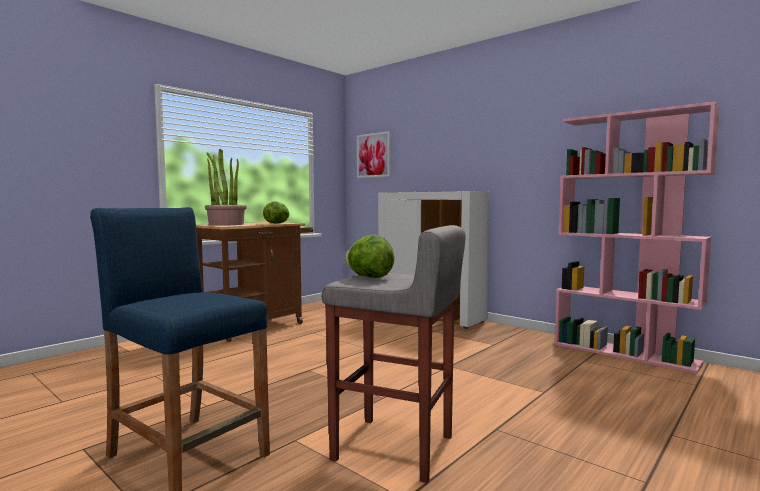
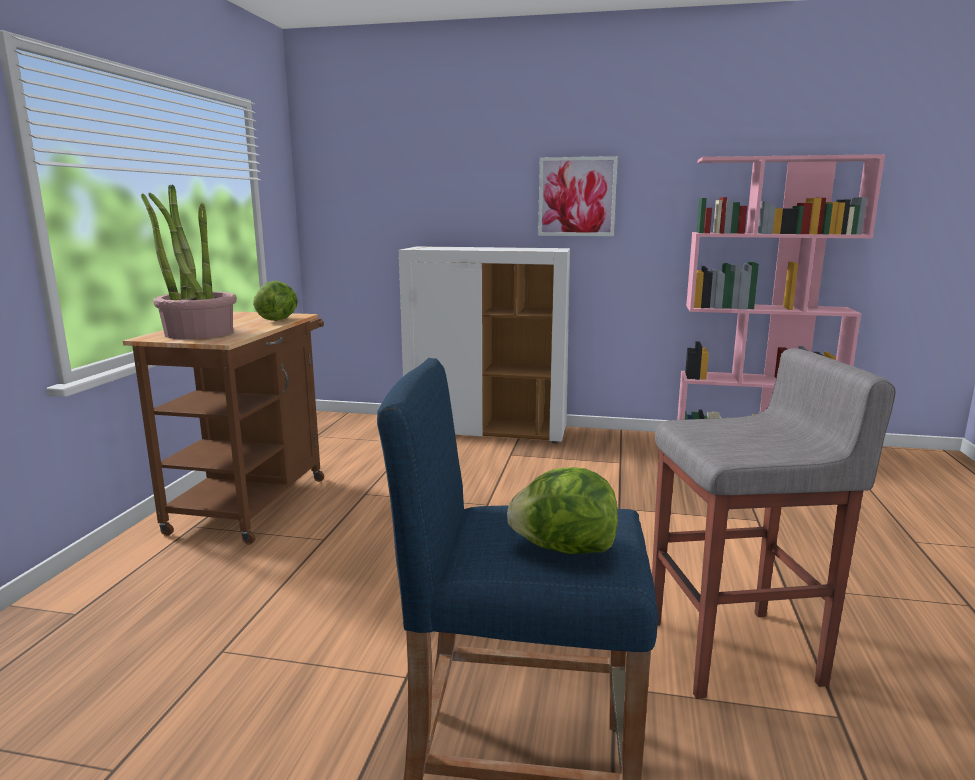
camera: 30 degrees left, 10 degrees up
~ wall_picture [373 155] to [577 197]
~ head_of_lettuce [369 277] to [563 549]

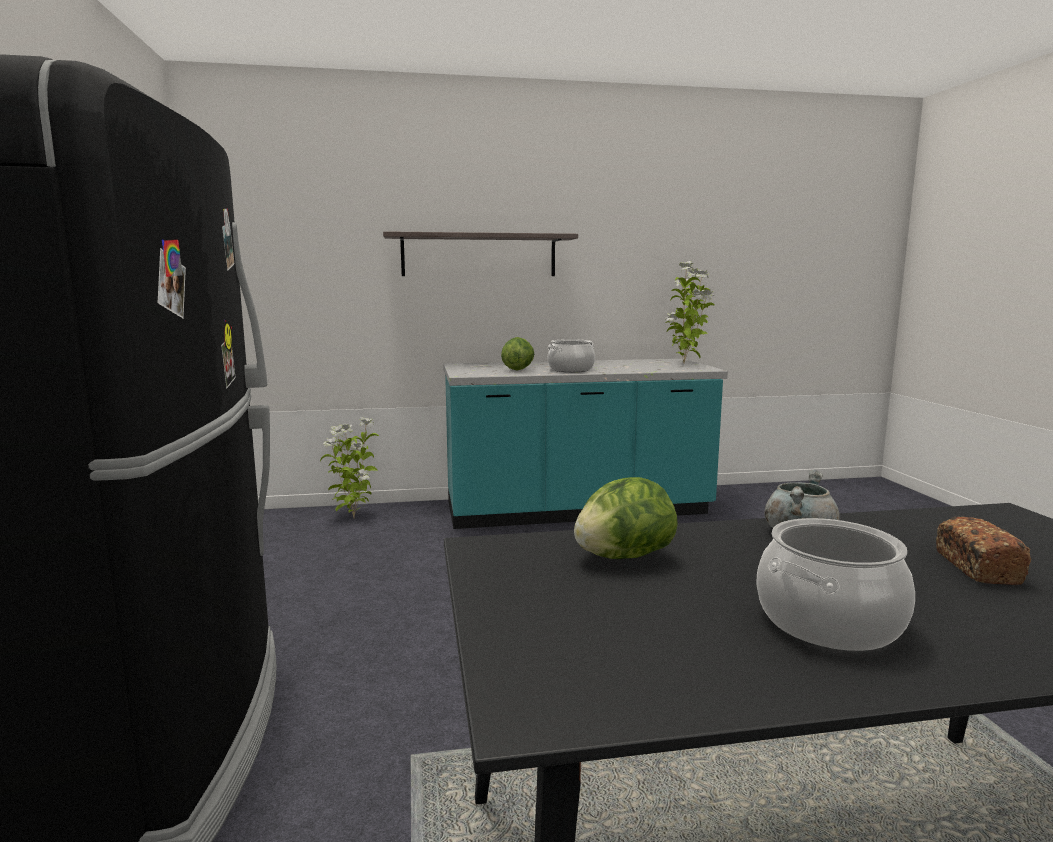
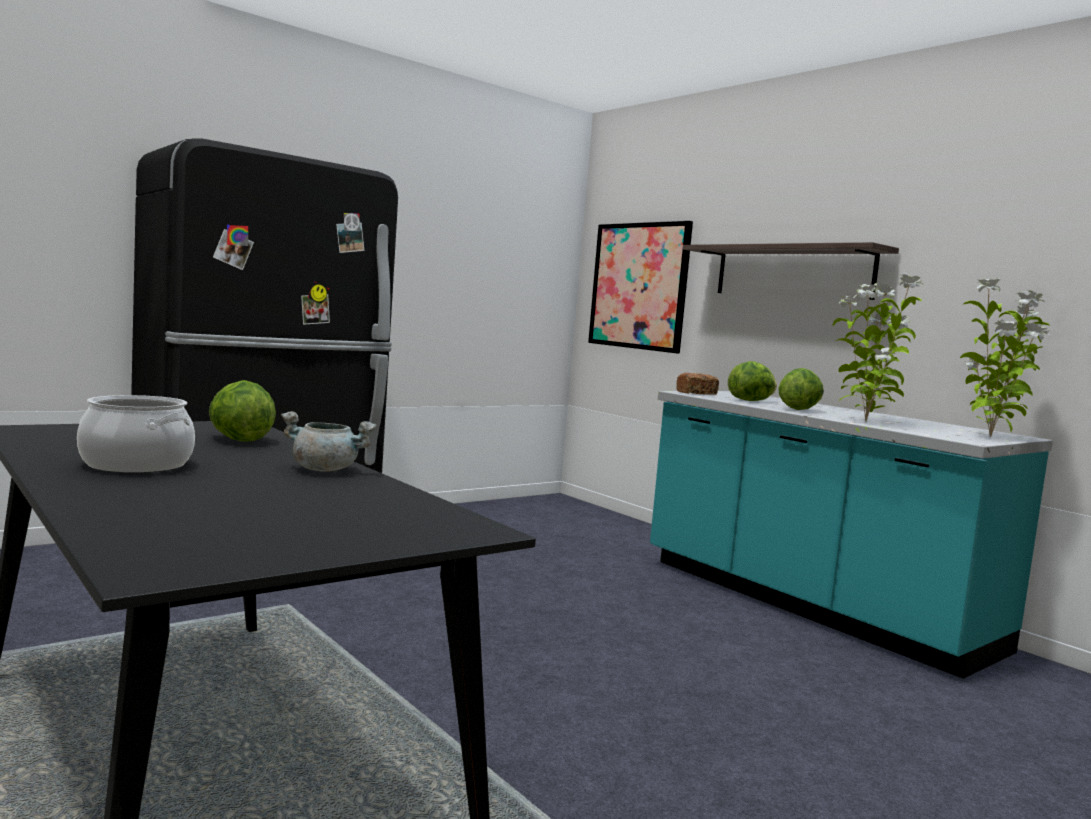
camera: 60 degrees right, 5 degrees down
~ stockpot [571 370] to head_of_lettuce [799 410]
~ plant_in_a_pot [353 518] to [866 421]
~ bakery_bread [977 567] to [696 393]
+ wall_picture [639 286]

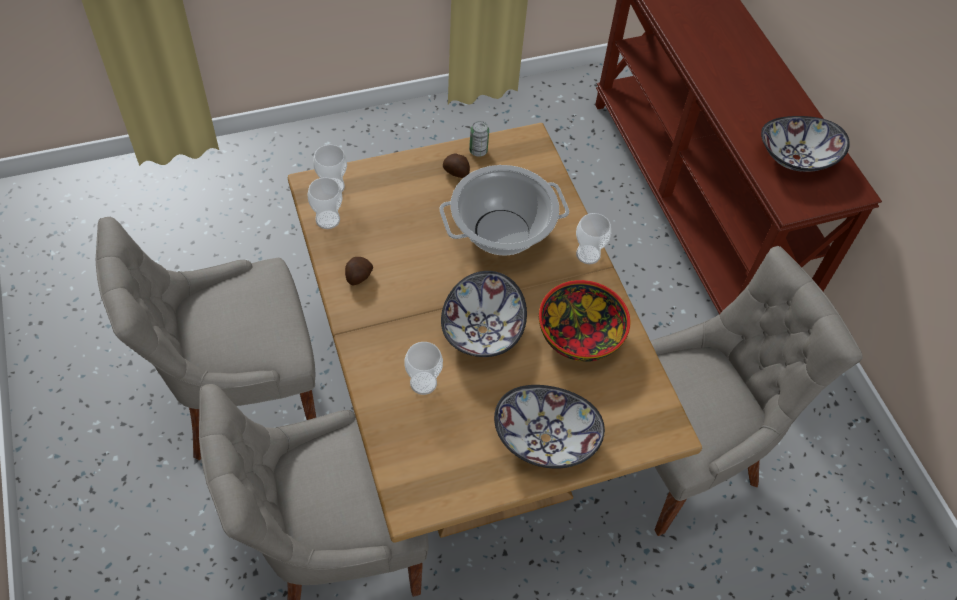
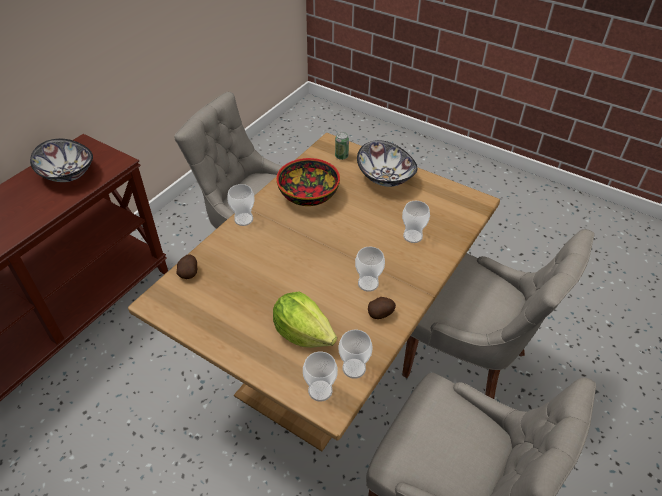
camera: 125 degrees left, 10 degrees down
~ sealed_can [478 151] to [341 156]
~ potato [457 172] to [189 272]
- stockpot [501 233]
- serving_bowl [481 330]
+ small_cup [368 283]
+ head_of_lettuce [303 333]

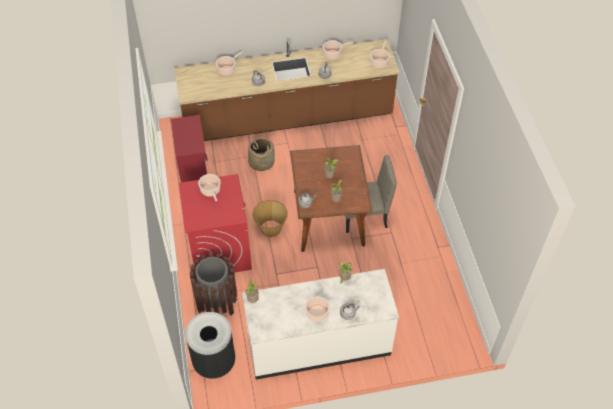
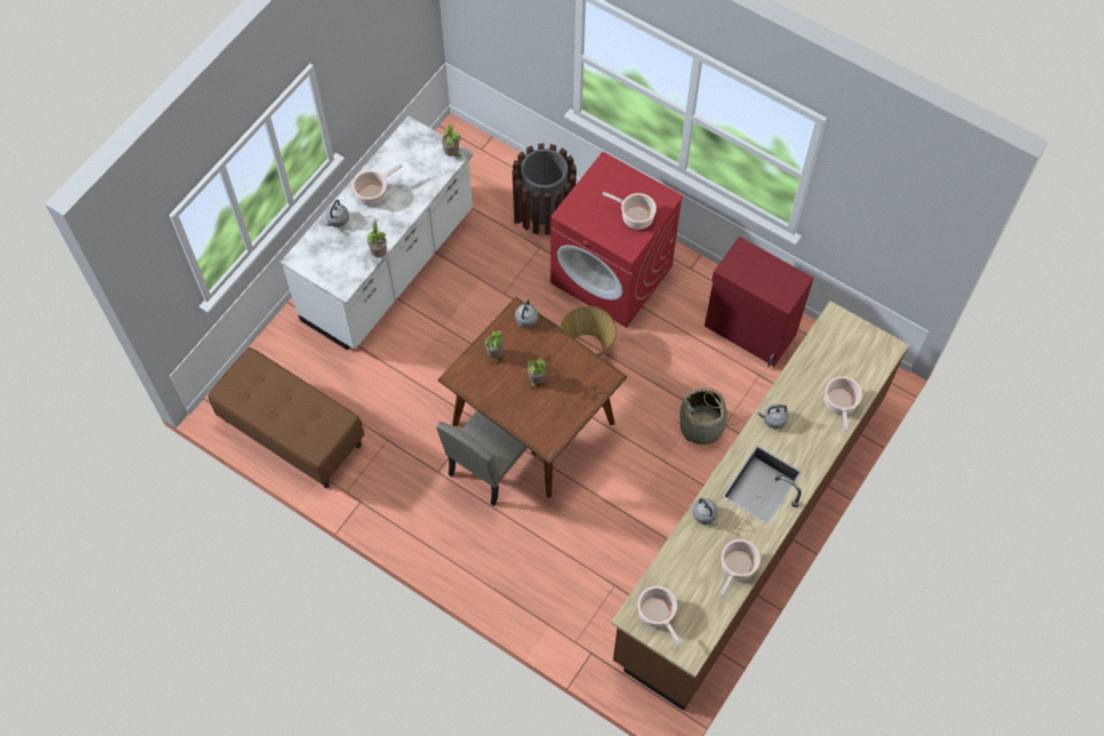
camera: 135 degrees right, 10 degrees up
- blackish_trash_can [214 362]
+ brown_indoor_bench [292 433]

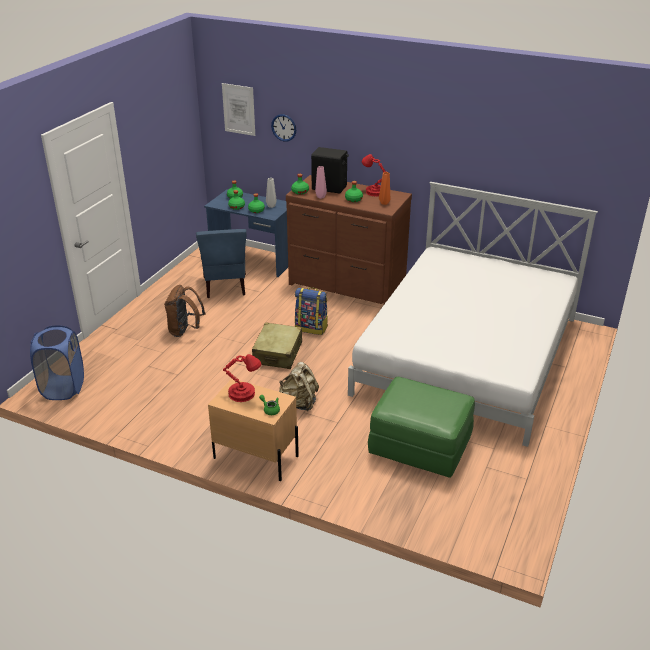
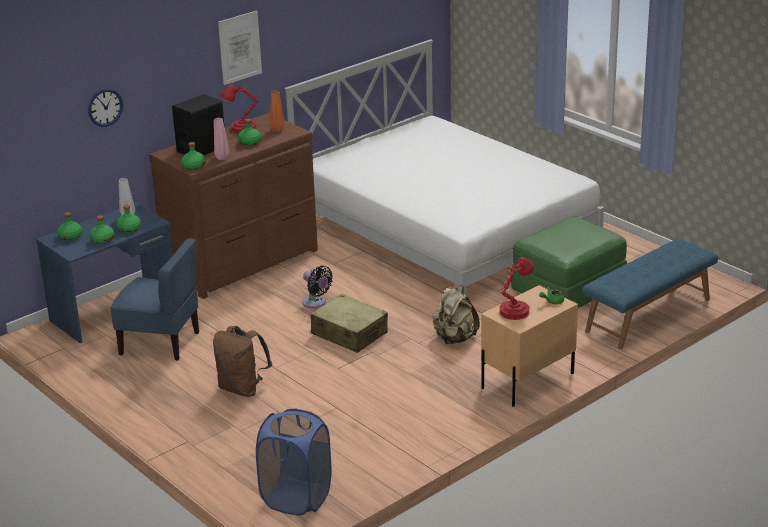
camera: 65 degrees left, 5 degrees down
~ wall_picture [239 109] to [240 47]
~ backpack [311 328] to blackish_electric_fan [315 303]
+ bluish_indoor_bench [649 315]

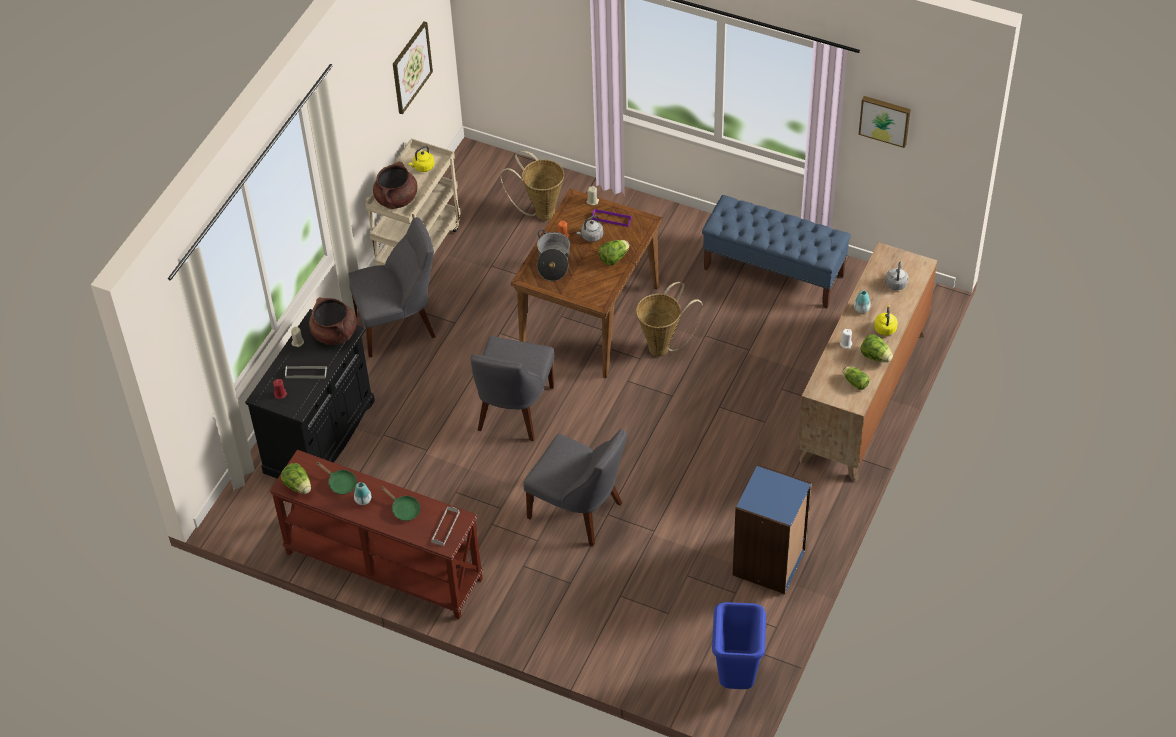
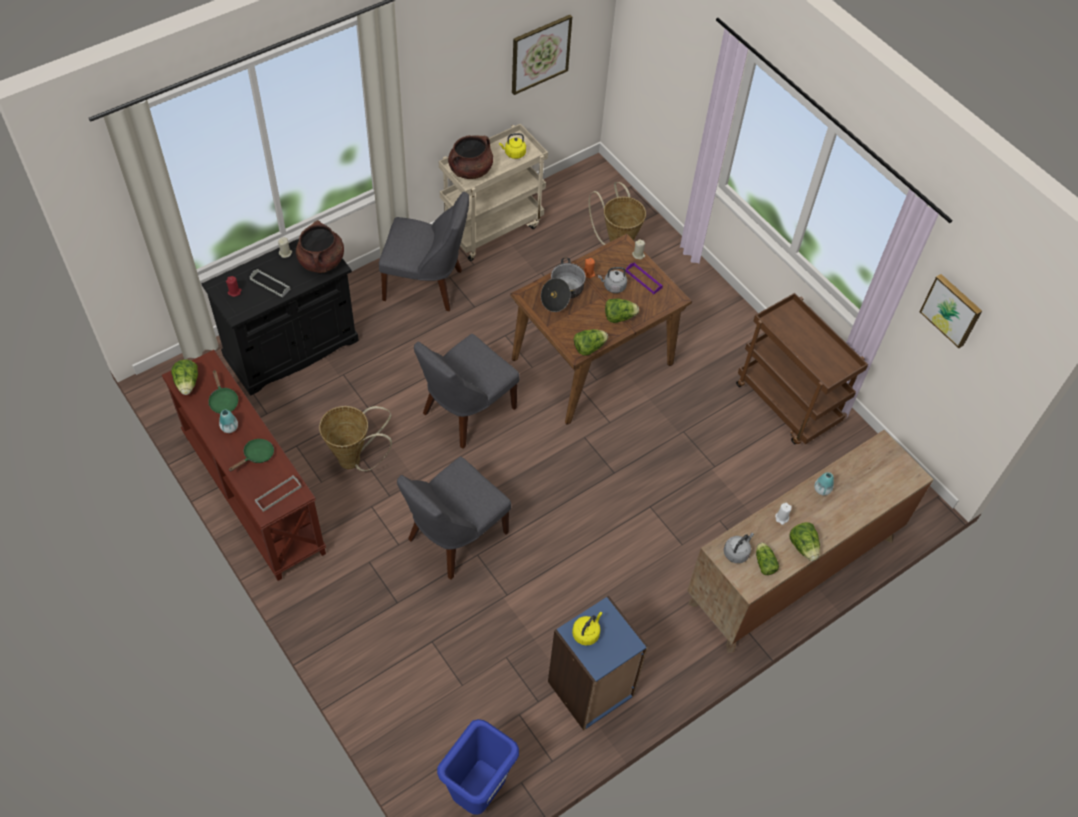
camera: 25 degrees right, 5 degrees up
~ bluish_indoor_bench [774 272] to brown_cart [788 404]
~ grey_water_kettle [896 283] to [737 552]
~ basket [663 347] to [355 460]
~ yellow_water_kettle [885 328] to [586 633]
~ grey_plain_chair [579 512] = [454 538] 75 degrees clockwise
~ greenish_pan [403 509] = [256 456] 120 degrees counterclockwise
+ head_of_lettuce [589 347]

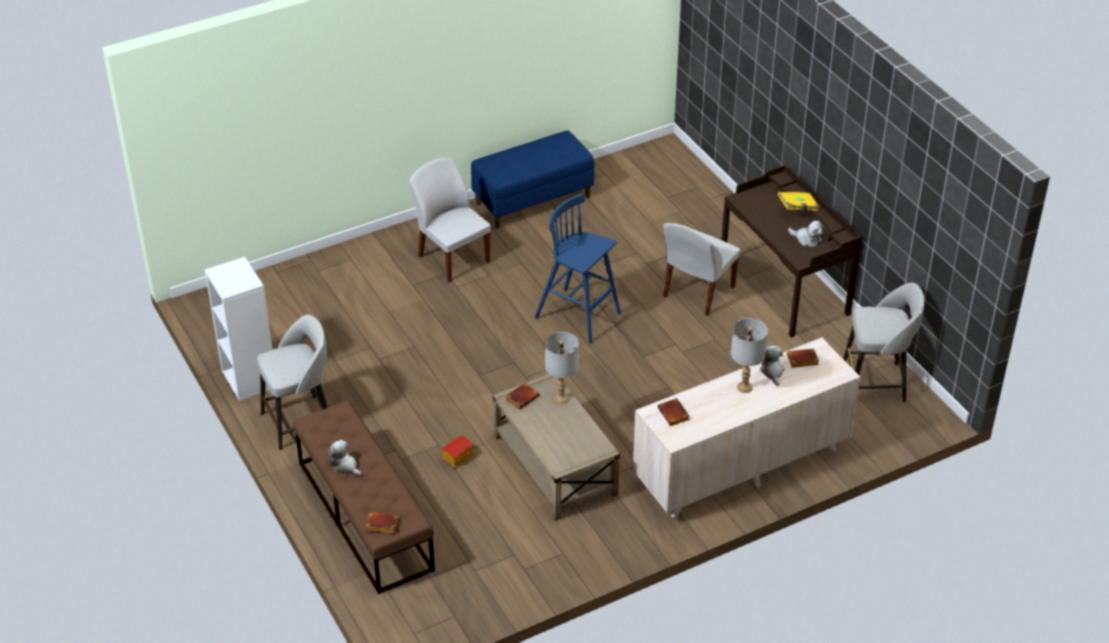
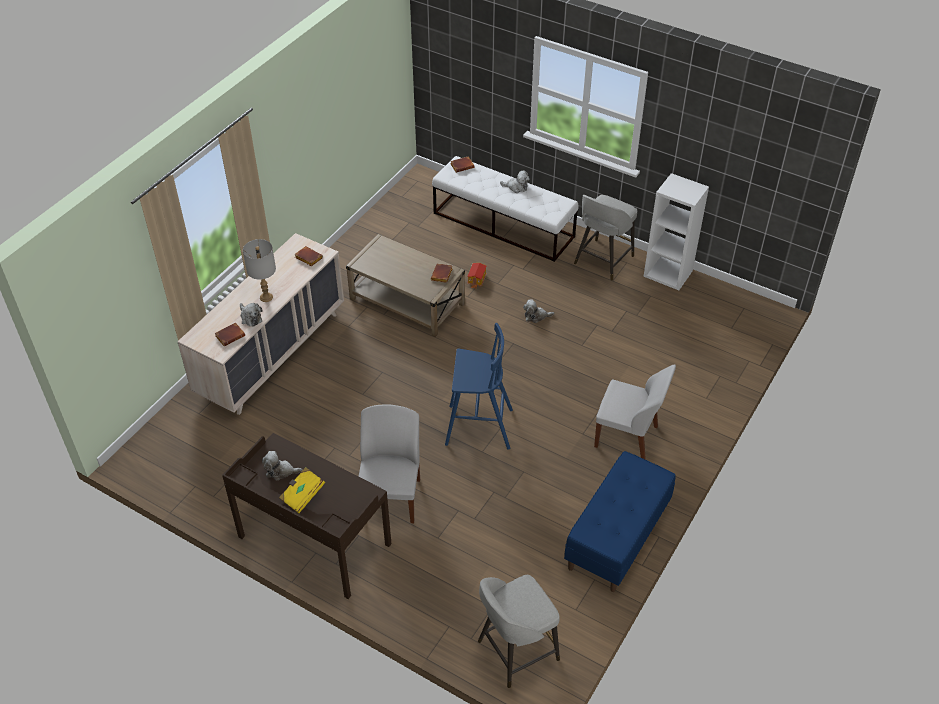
camera: 150 degrees right, 5 degrees up
~ grey_sitting_stool [876 383] to [515 651]
- grey_lamp_for_a_table [561 398]
~ brown_indoor_bench [364 515] to whitish_indoor_bench [504 225]
+ cuddly_toy [536 316]

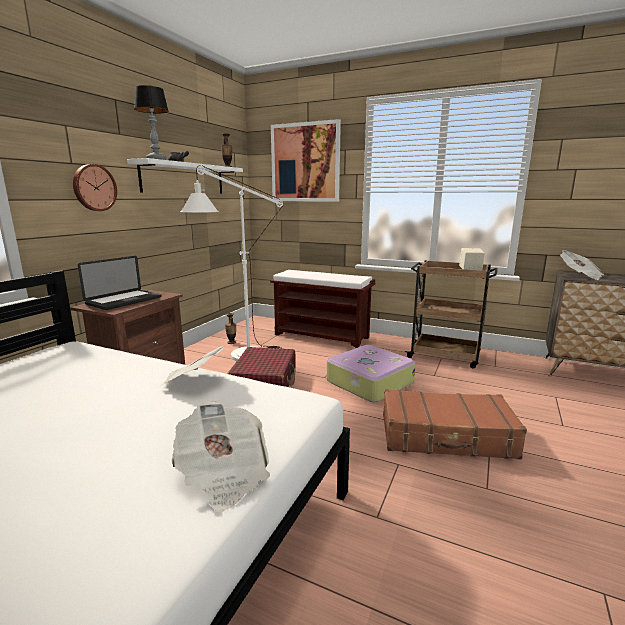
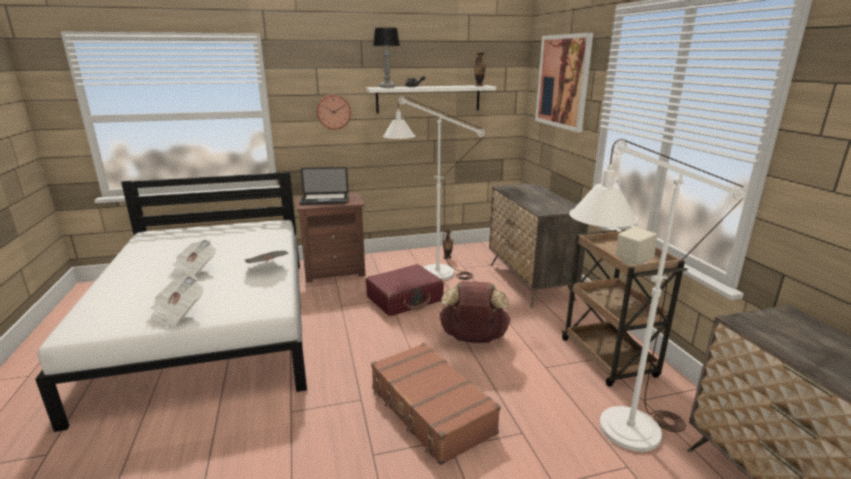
camera: 50 degrees right, 5 degrees up
~ daily_paper [580 276] to [193 271]
~ brown_indoor_bench [322 336] to dresser [529 282]
~ piece_of_luggage [368 382] to brown_backpack [473 339]
+ whitish_floor_lamp [614 432]

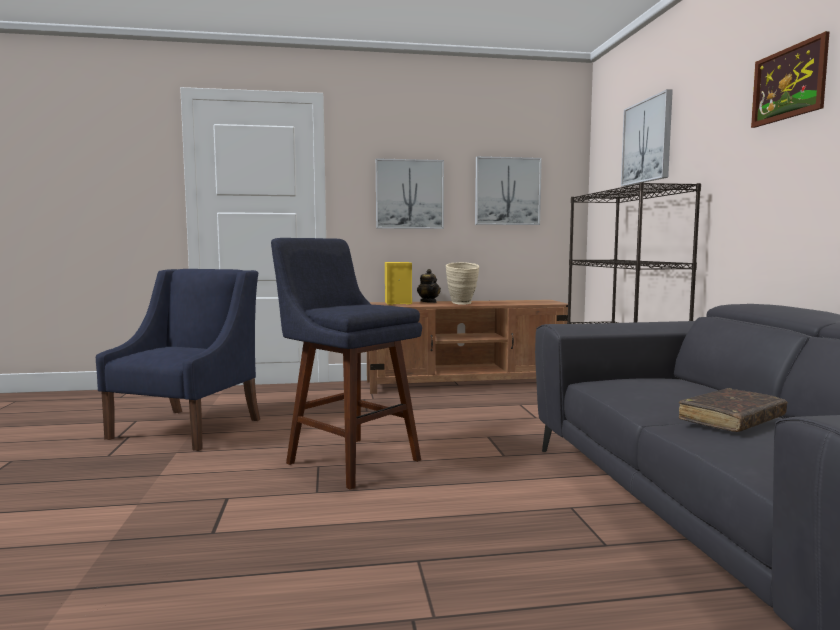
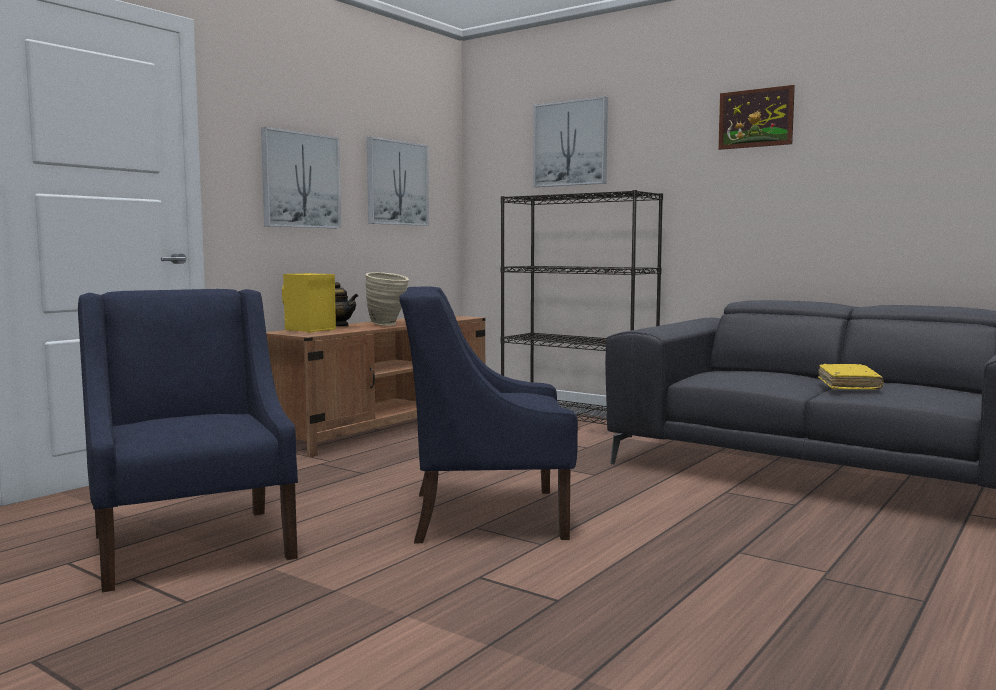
camera: 45 degrees left, 0 degrees up
~ bluish_sitting_stool [348 459] to bluish_lounge_chair [485 514]
~ brown_volume [731 420] to yellow_volume [848 385]

